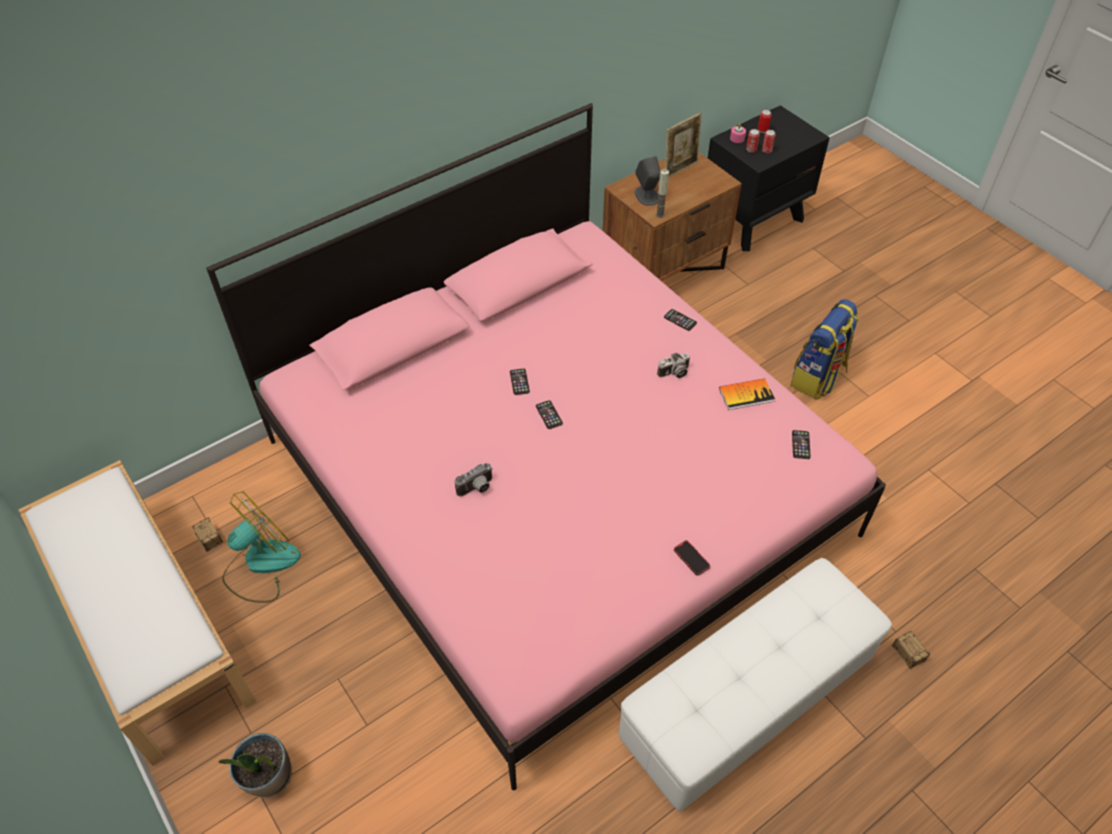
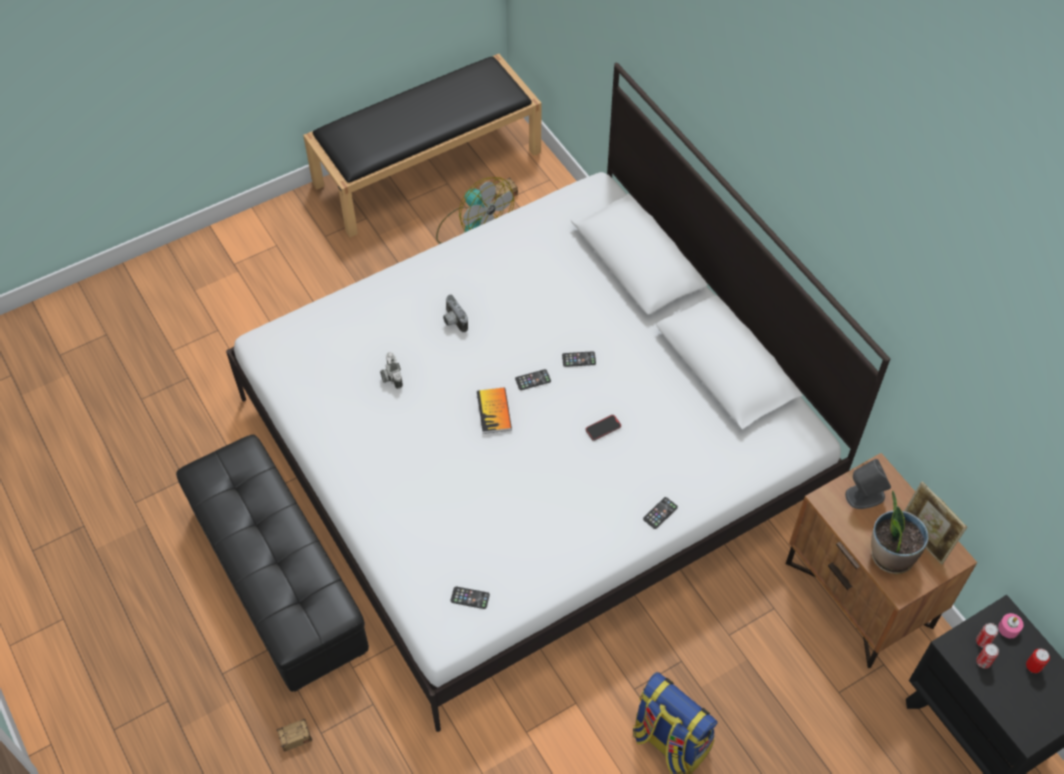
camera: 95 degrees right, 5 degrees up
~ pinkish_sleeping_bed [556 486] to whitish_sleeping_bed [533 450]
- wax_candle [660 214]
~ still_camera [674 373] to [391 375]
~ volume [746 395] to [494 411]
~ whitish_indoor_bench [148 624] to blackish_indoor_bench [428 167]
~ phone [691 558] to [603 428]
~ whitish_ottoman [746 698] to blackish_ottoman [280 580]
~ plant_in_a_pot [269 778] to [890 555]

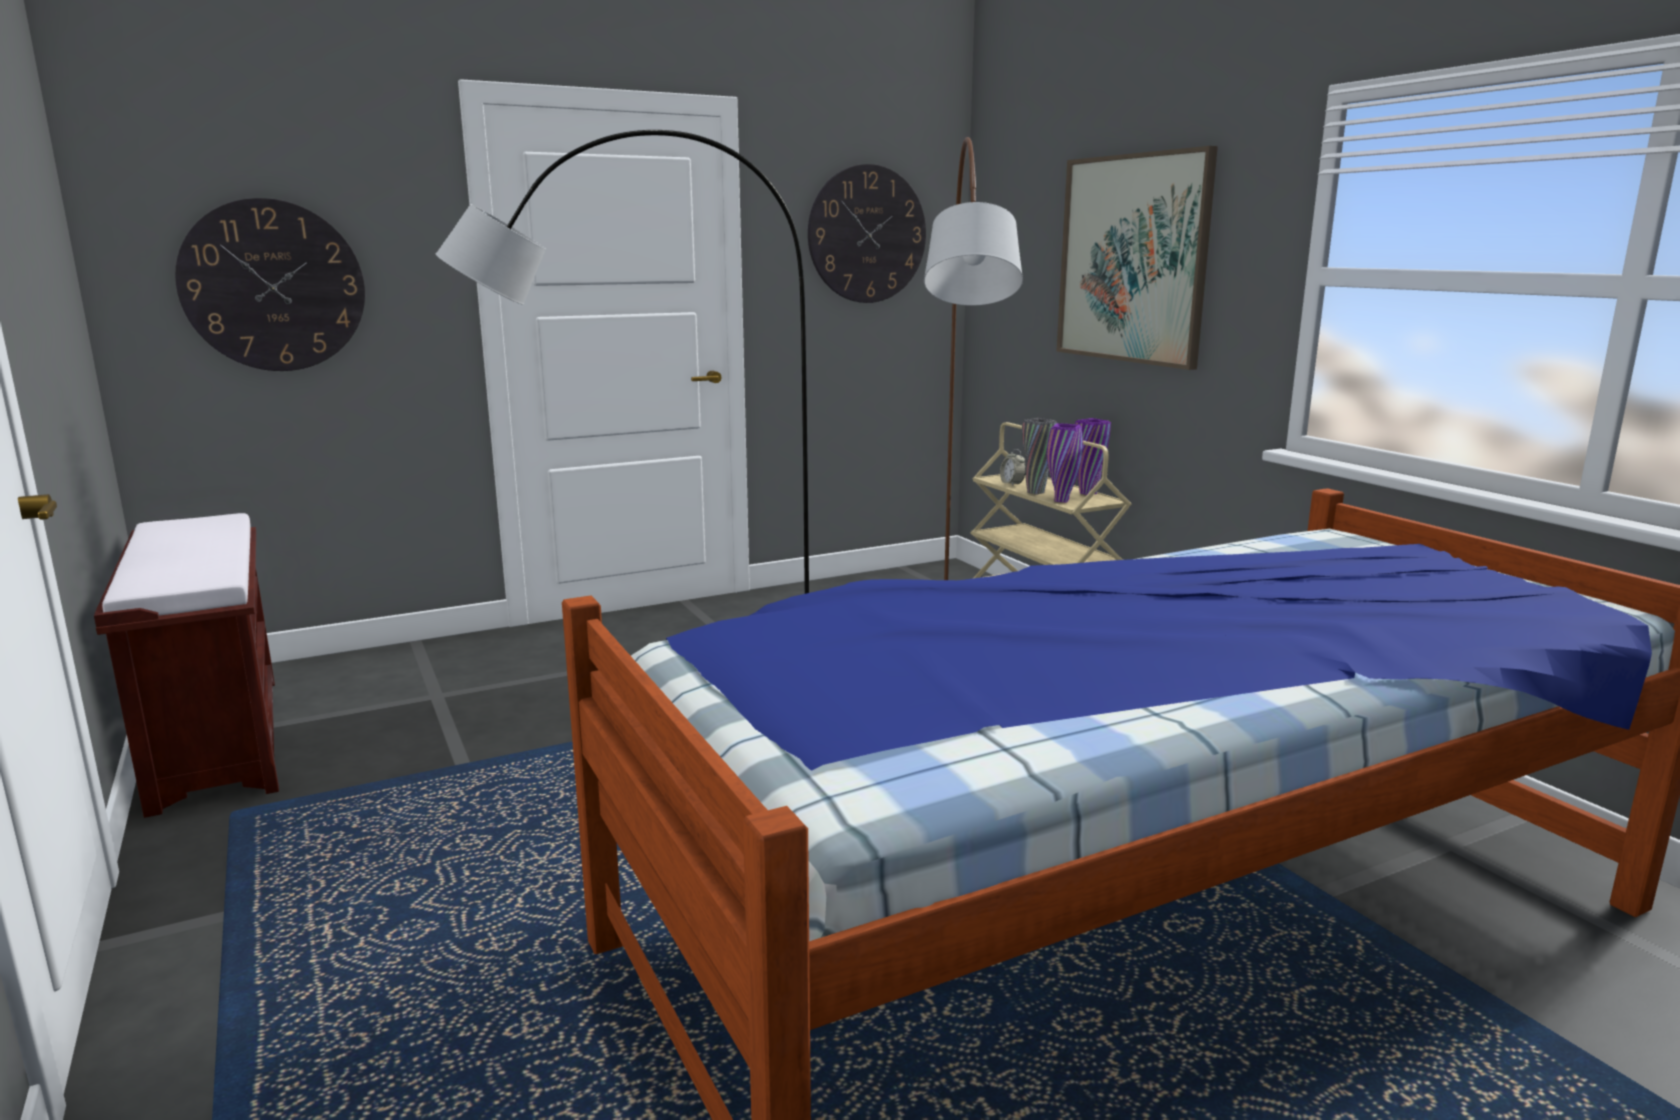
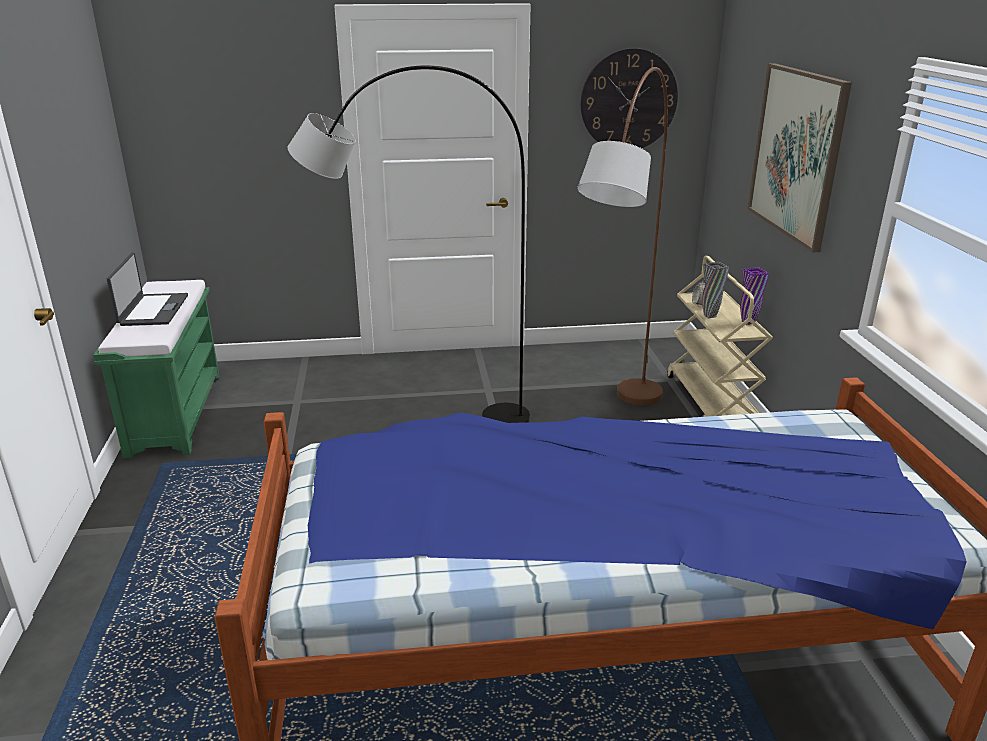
camera: 20 degrees right, 10 degrees up
- hanging_clock [273 286]
- purple-coloured_flower_vase [1061 500]
~ brown_indoor_bench [216 740] to greenish_indoor_bench [175 412]
+ laptop [152 310]

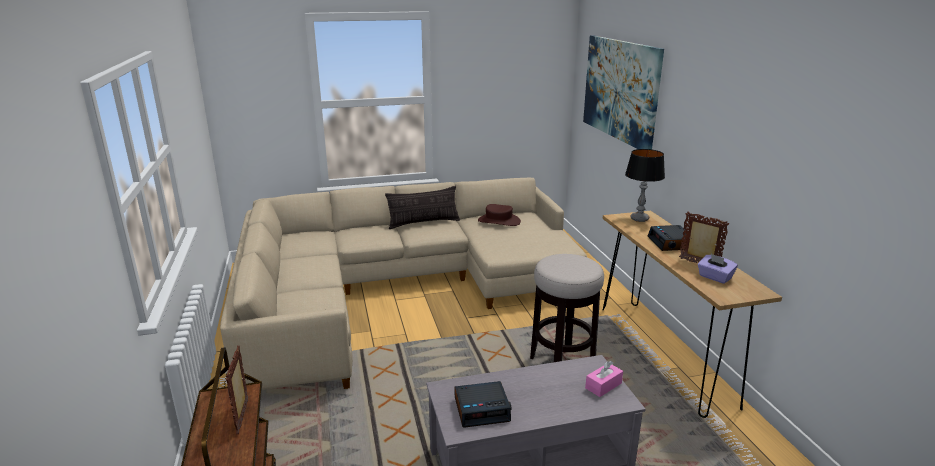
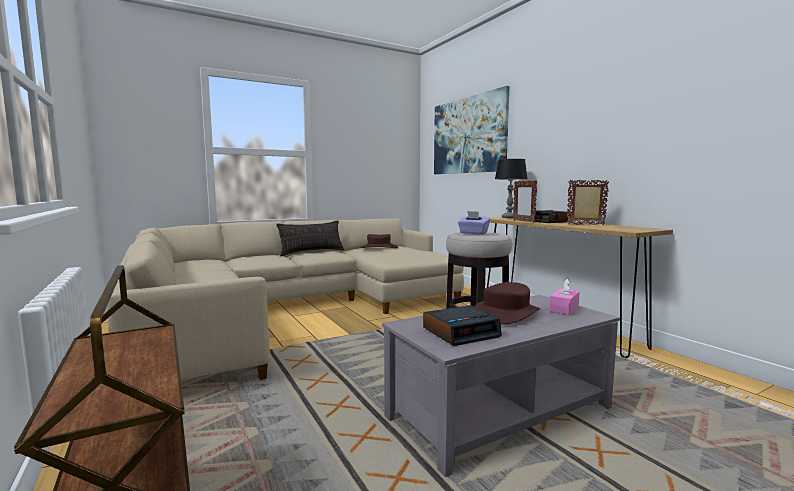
camera: 15 degrees left, 15 degrees down
~ purple-coloured_box_of_tissues [714 277] to [473 233]
~ standing_frame [243 416] to [523 221]
+ brown_wearable_hat [506 314]

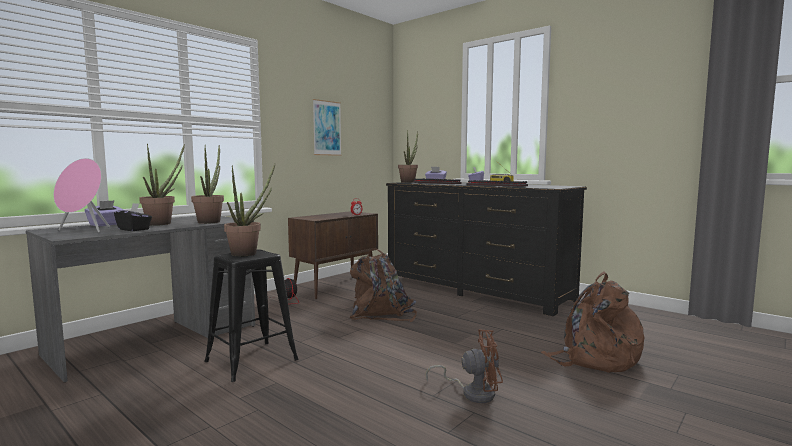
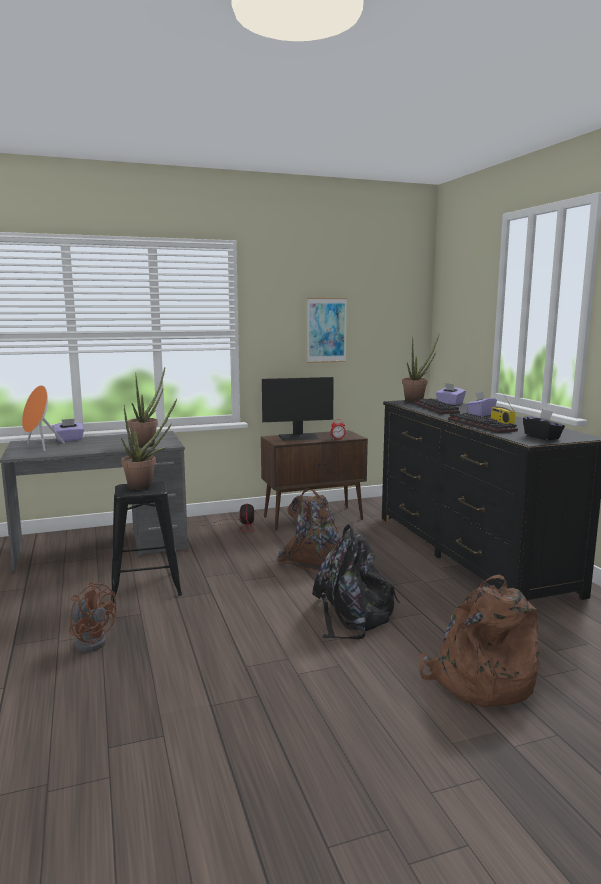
camera: 30 degrees right, 5 degrees up
- plant_in_a_pot [163 223]
~ pinkish_loudspeaker [84 230] to orangey_loudspeaker [40 447]
~ blackish_box_of_tissues [134 229] to [542 437]
~ brown_electric_fan [472 393] to [91 640]
+ monitor [299 437]
+ blackish_backpack [352 615]

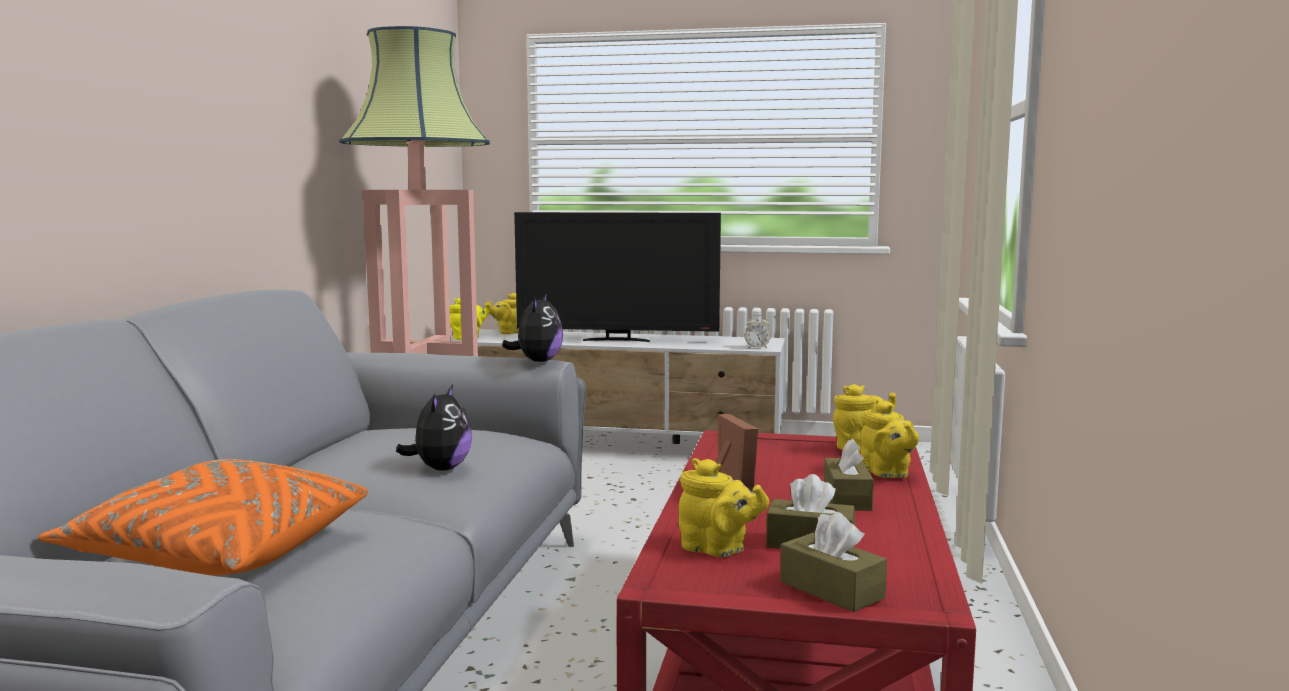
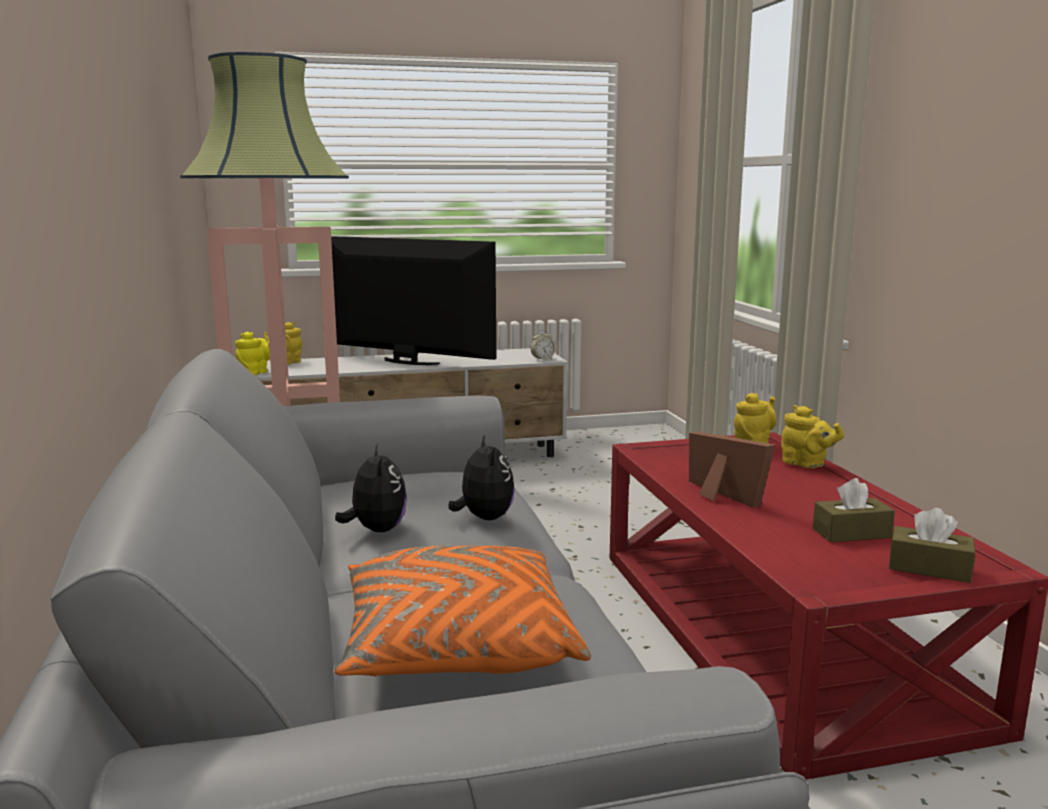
camera: 25 degrees left, 5 degrees up
~ TV_set [617 340] = [407 362] 135 degrees counterclockwise
~ cuddly_toy [537 361] to [376 530]
- brown_box_of_tissues [847 498]
- yellow_pot_for_tea [717 550]

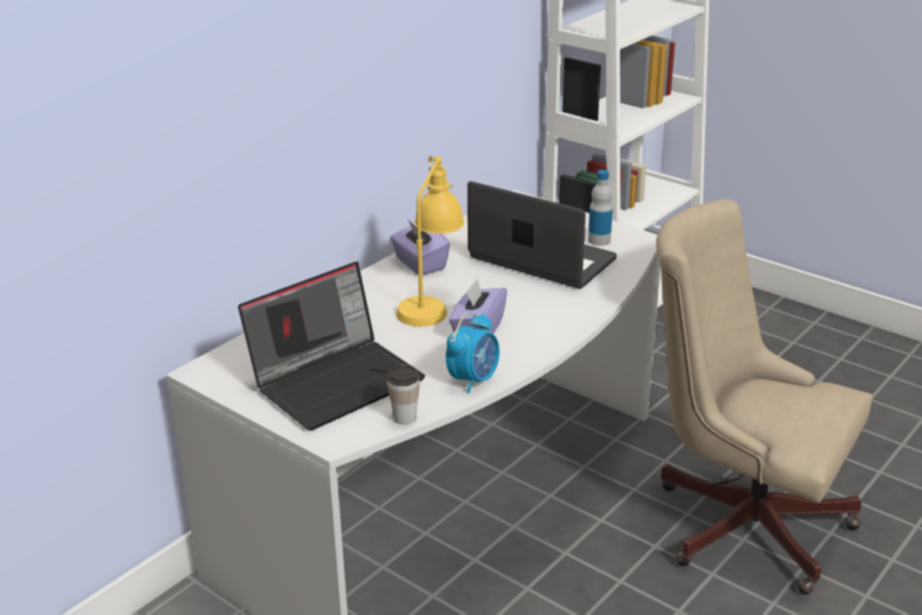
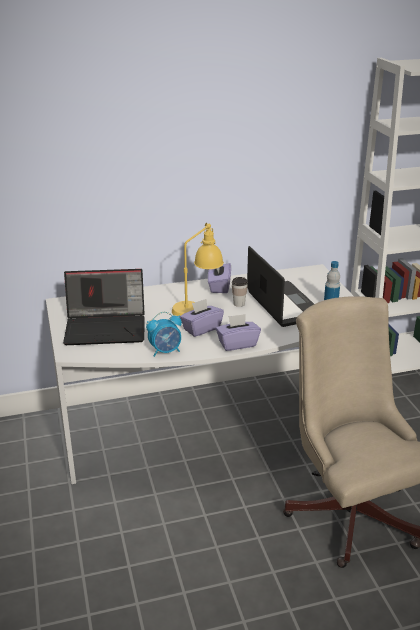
camera: 35 degrees right, 0 degrees up
~ small_cup [404 418] to [239 304]
+ purple-coloured_box_of_tissues [237 344]

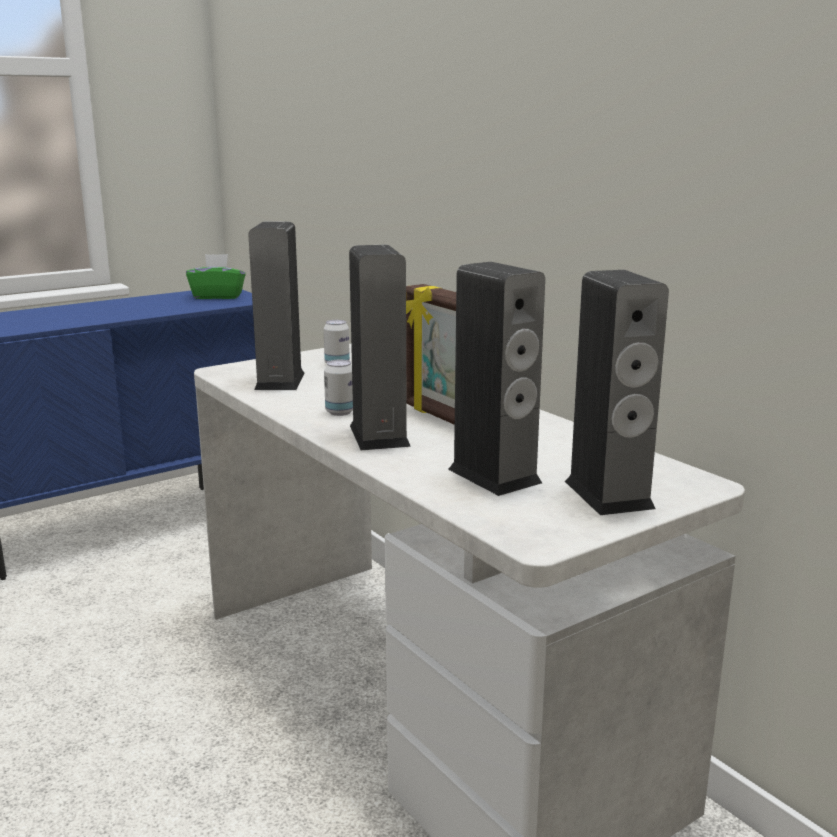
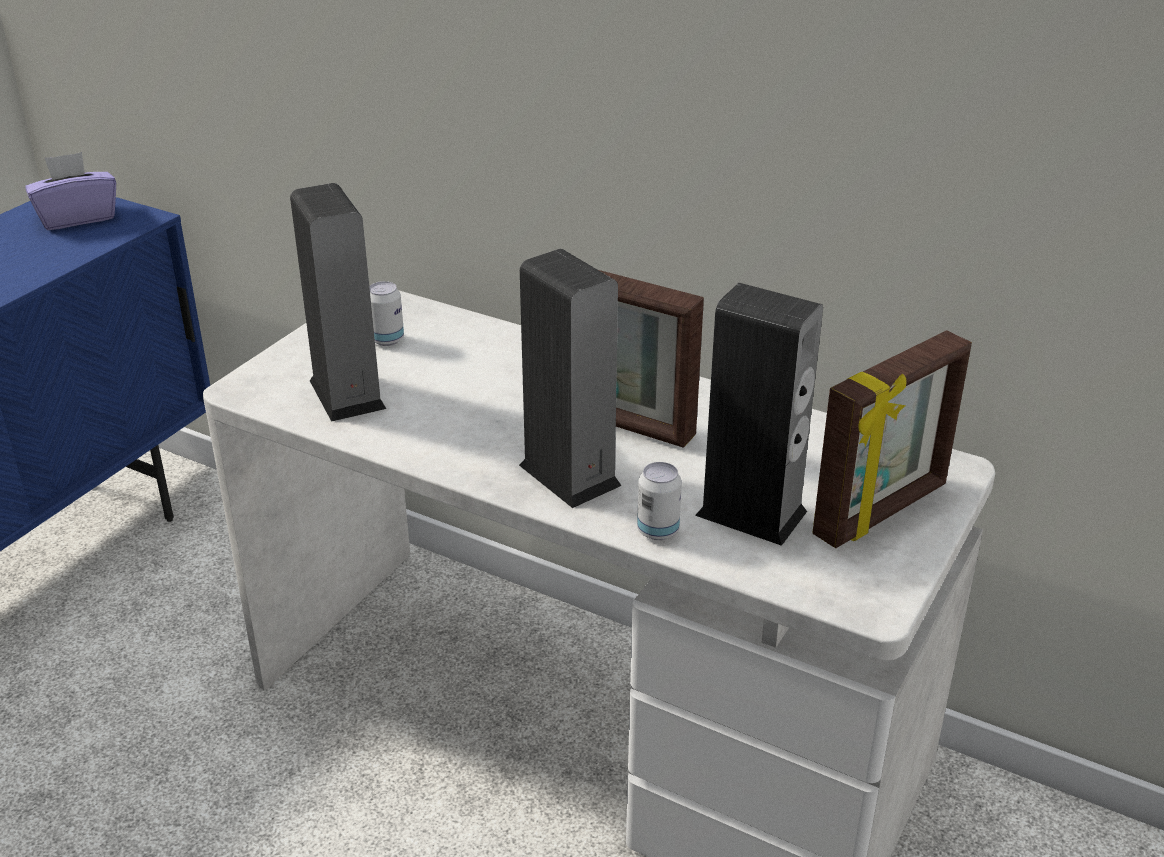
camera: 25 degrees left, 15 degrees up
~ greenish_box_of_tissues [218 296] to purple-coloured_box_of_tissues [77 217]
~ loudspeaker [608 494] to standing_frame [882 512]
~ sealed_can [340 412] to [658 531]

